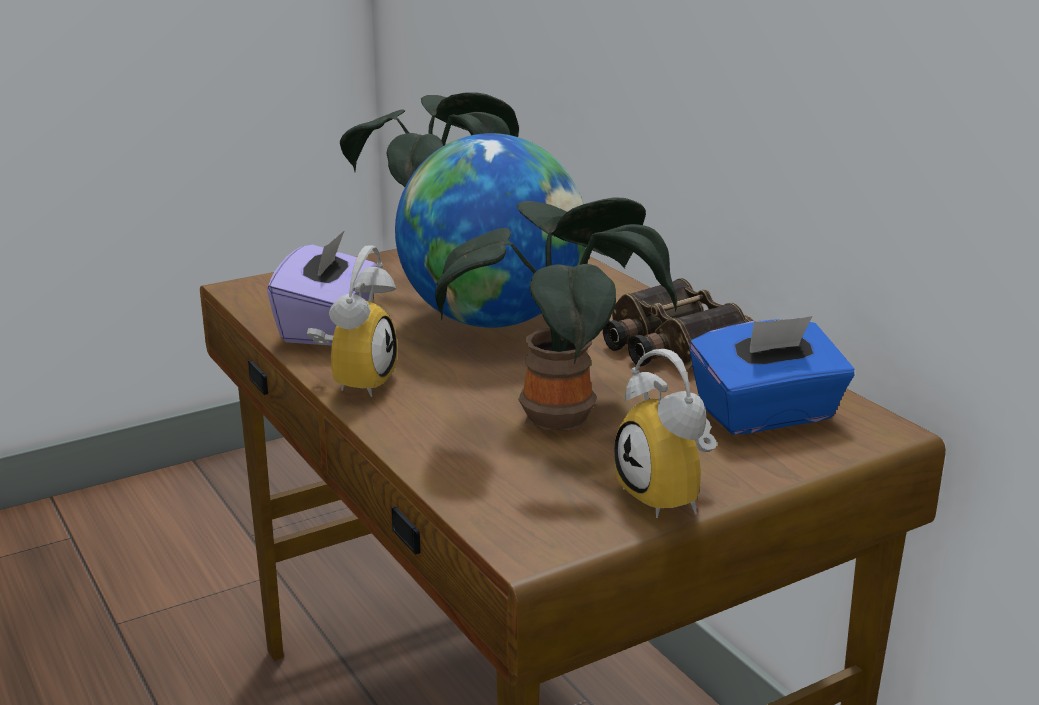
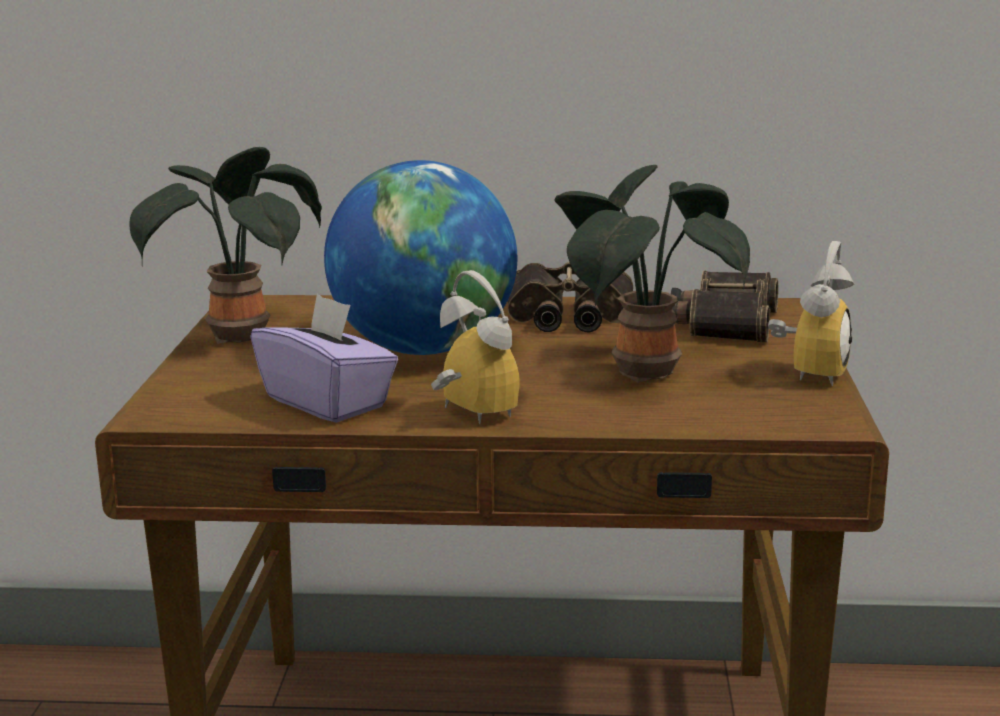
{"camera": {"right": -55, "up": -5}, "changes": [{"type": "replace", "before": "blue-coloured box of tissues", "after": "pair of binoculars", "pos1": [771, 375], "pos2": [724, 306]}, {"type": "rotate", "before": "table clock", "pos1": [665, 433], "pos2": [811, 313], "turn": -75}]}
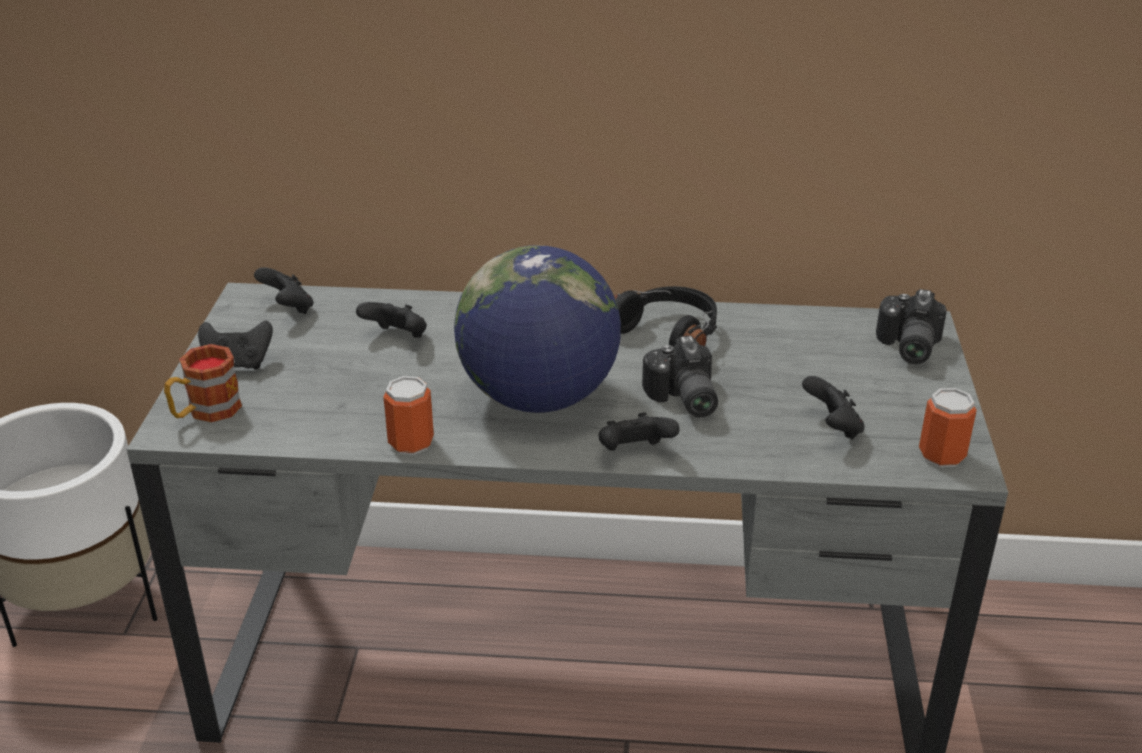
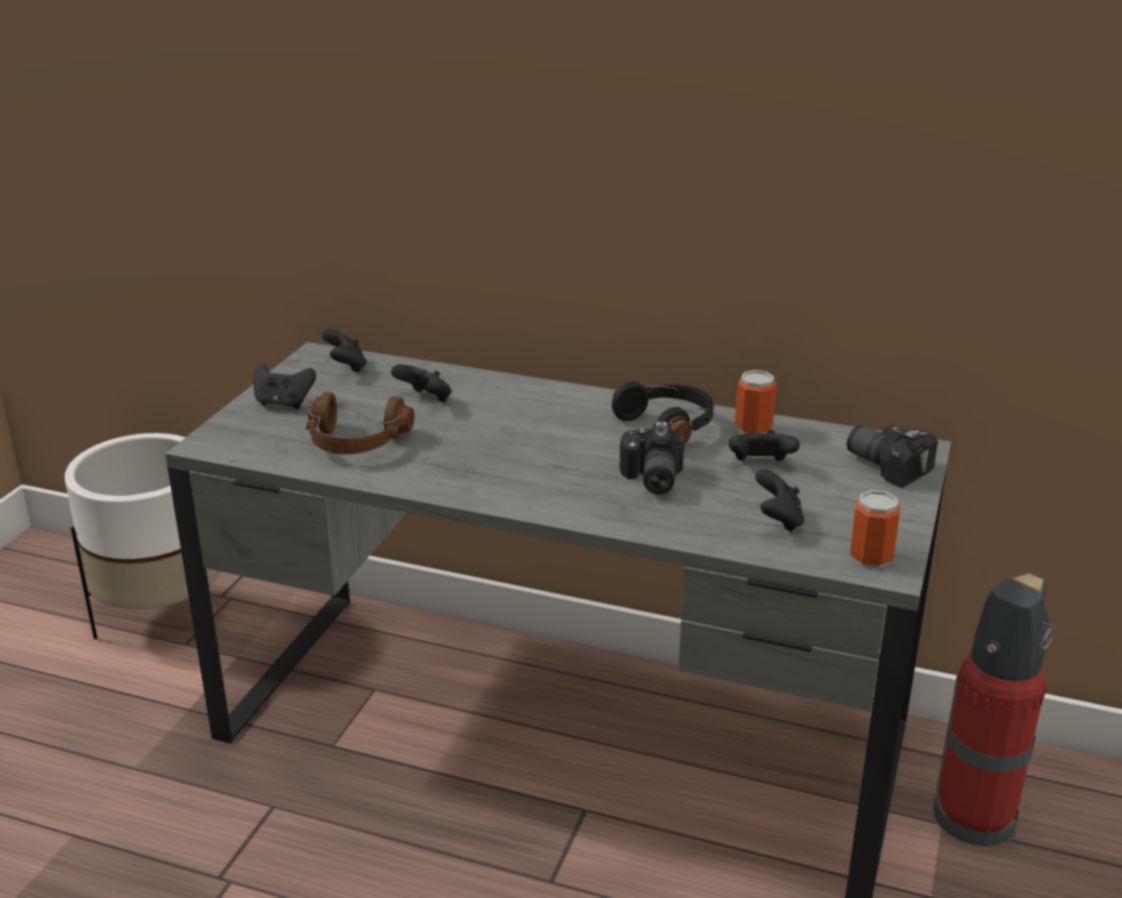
{"camera": {"right": 15, "up": -5}, "changes": [{"type": "delete", "before": "globe", "pos1": [537, 329]}, {"type": "rotate", "before": "still camera", "pos1": [911, 326], "pos2": [892, 456], "turn": 105}, {"type": "delete", "before": "mug", "pos1": [203, 383]}, {"type": "move", "before": "can", "pos1": [408, 415], "pos2": [756, 402]}, {"type": "move", "before": "blackish joypad", "pos1": [639, 431], "pos2": [764, 445]}, {"type": "insert", "after": "brown headset", "pos2": [360, 423]}, {"type": "insert", "after": "fire-fighting cylinder", "pos2": [994, 709]}]}
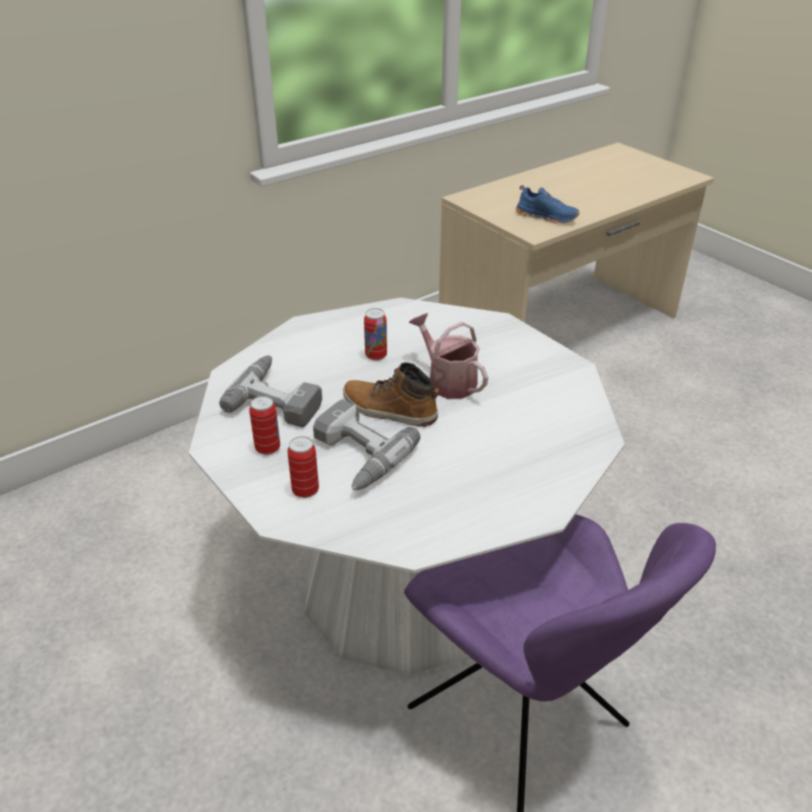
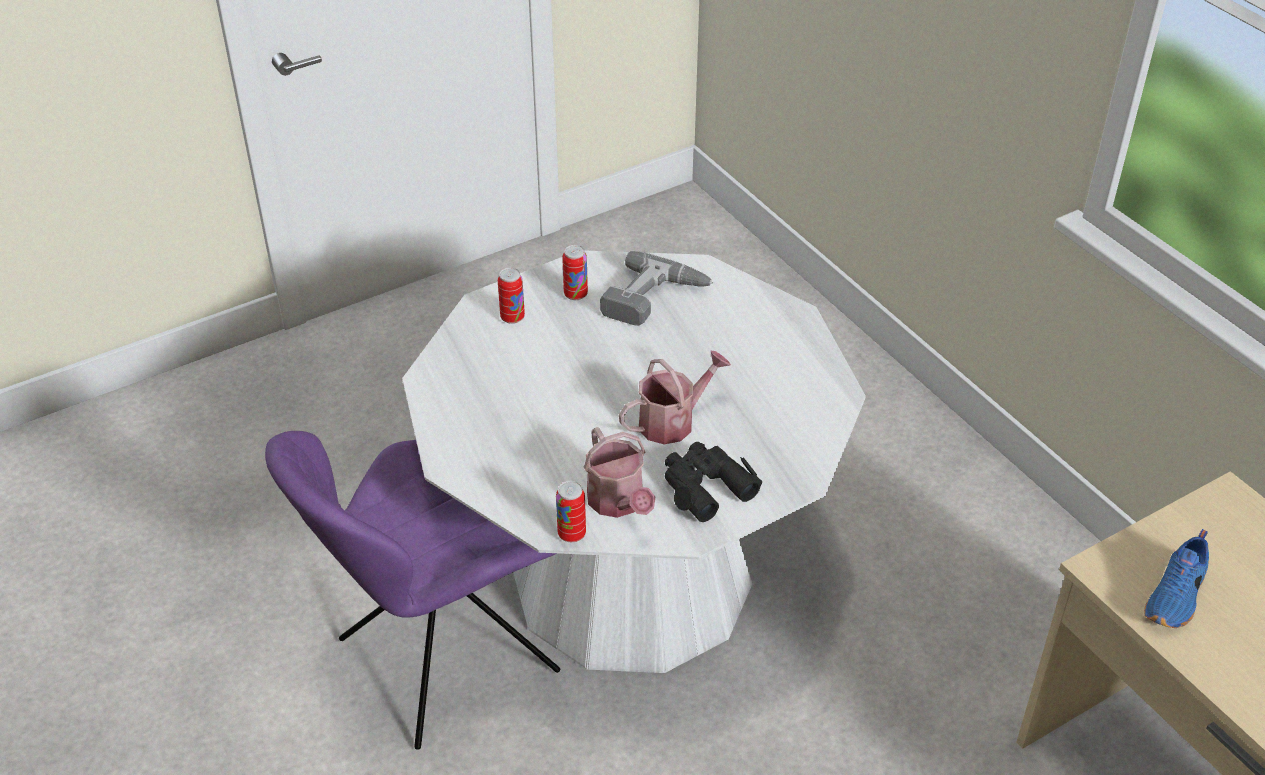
{"camera": {"right": 95, "up": 5}, "changes": [{"type": "move", "before": "can", "pos1": [375, 334], "pos2": [571, 511]}, {"type": "delete", "before": "boot", "pos1": [391, 394]}, {"type": "delete", "before": "power drill", "pos1": [366, 445]}, {"type": "insert", "after": "sprinkling can", "pos2": [619, 472]}, {"type": "insert", "after": "blackish pair of binoculars", "pos2": [714, 482]}]}
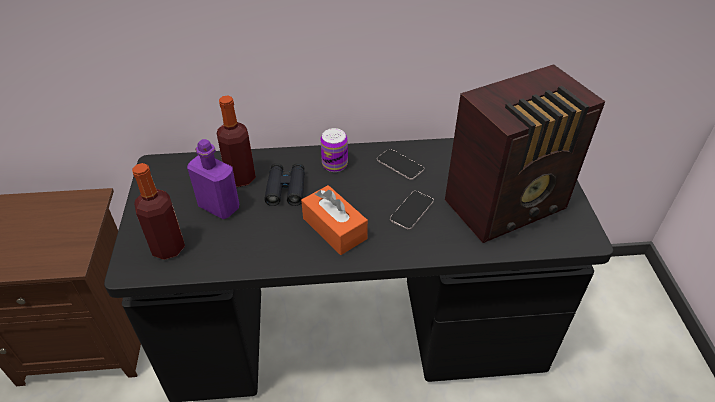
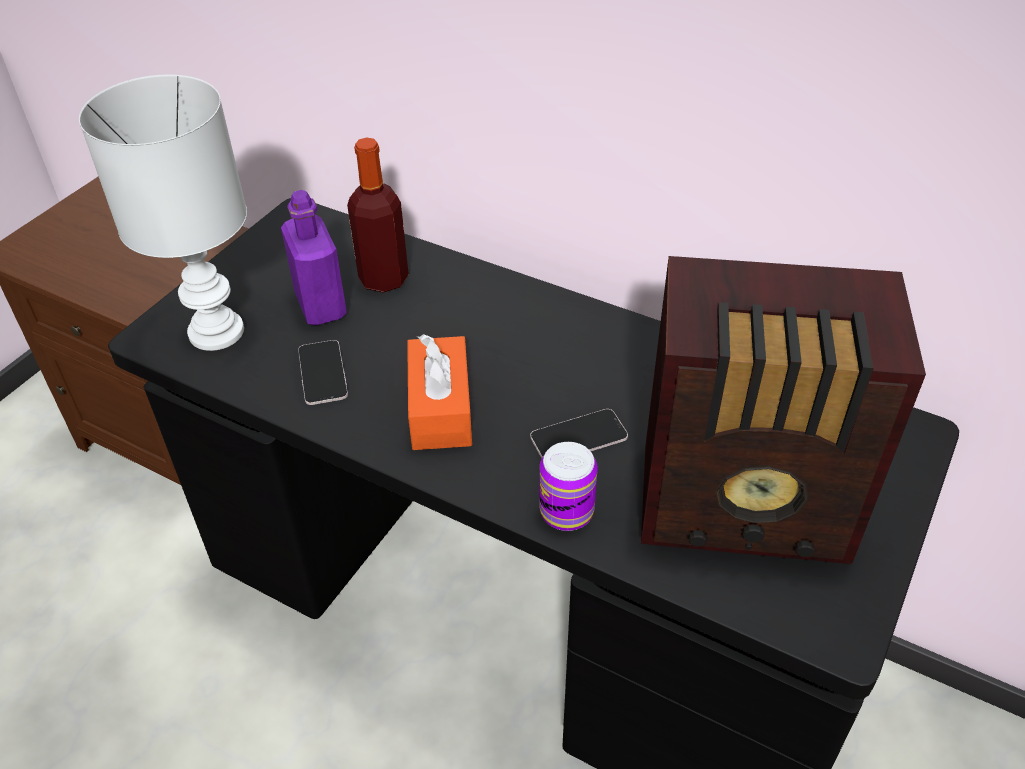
{"camera": {"right": 35, "up": 0}, "changes": [{"type": "move", "before": "can", "pos1": [334, 150], "pos2": [568, 486]}, {"type": "move", "before": "telephone", "pos1": [400, 164], "pos2": [323, 372]}, {"type": "replace", "before": "bottle", "after": "white-coloured lamp for a table", "pos1": [158, 211], "pos2": [163, 212]}, {"type": "delete", "before": "blackish pair of binoculars", "pos1": [285, 184]}]}
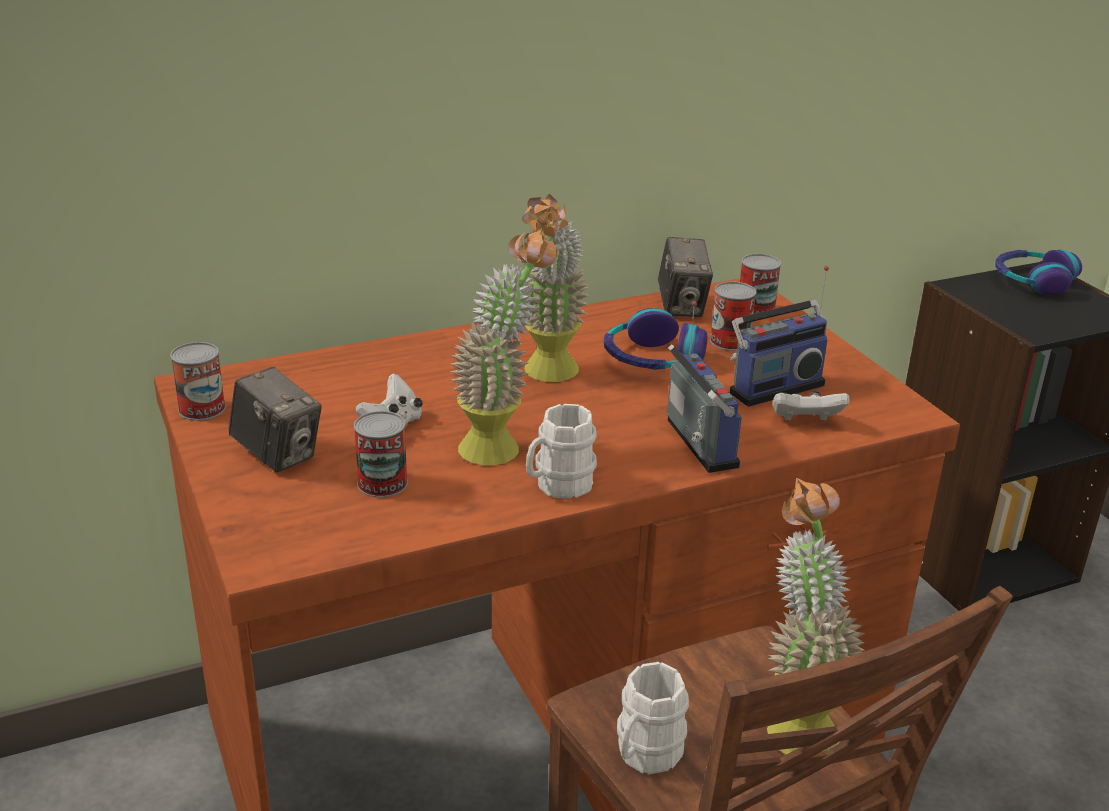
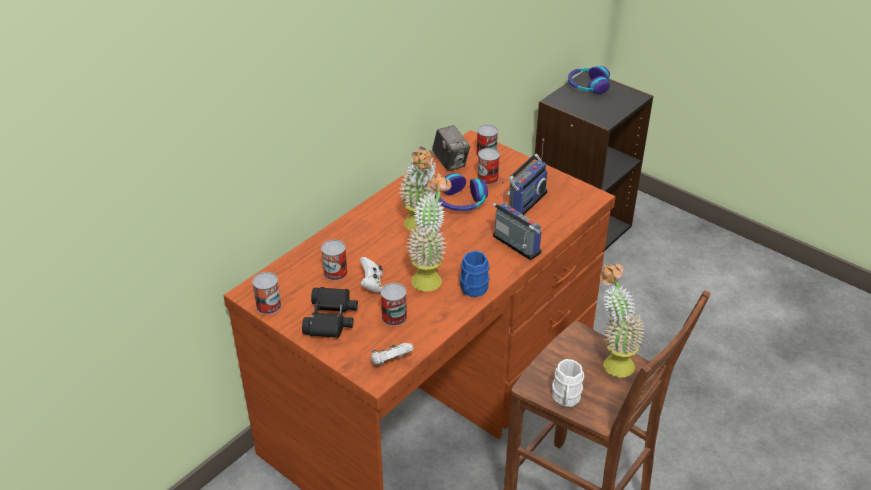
{"camera": {"right": -25, "up": 10}, "changes": [{"type": "replace", "before": "still camera", "after": "blackish pair of binoculars", "pos1": [275, 419], "pos2": [330, 312]}, {"type": "move", "before": "white-coloured joypad", "pos1": [811, 406], "pos2": [392, 354]}, {"type": "recolor", "before": "white-coloured mug", "after": "blue-coloured mug", "pos1": [561, 451], "pos2": [474, 274]}, {"type": "insert", "after": "can", "pos2": [334, 260]}]}
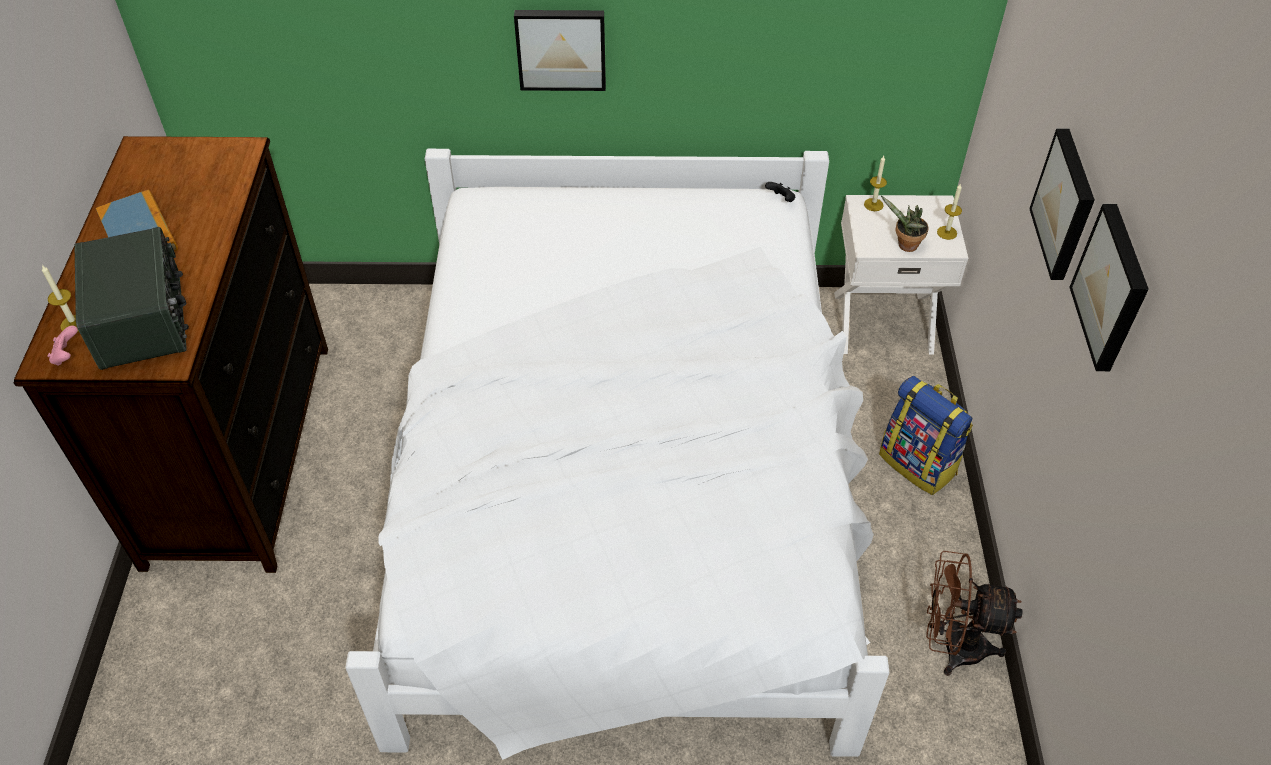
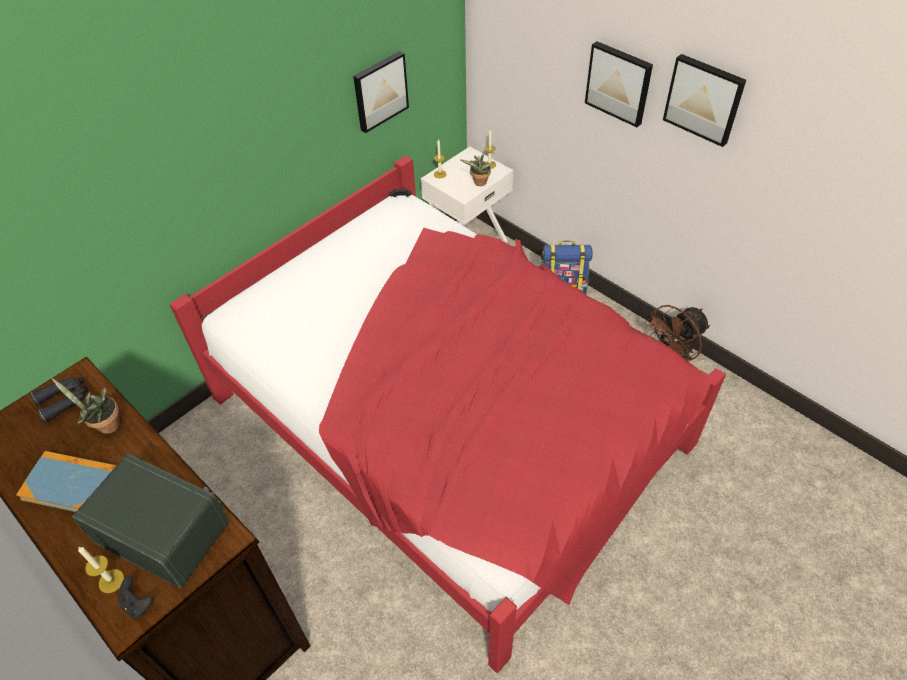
{"camera": {"right": -45, "up": 0}, "changes": [{"type": "move", "before": "picture", "pos1": [560, 50], "pos2": [381, 92]}, {"type": "recolor", "before": "white-coloured bed", "after": "red-coloured bed", "pos1": [617, 454], "pos2": [448, 414]}, {"type": "recolor", "before": "pink joypad", "after": "blackish joypad", "pos1": [63, 346], "pos2": [136, 597]}, {"type": "insert", "after": "blackish pair of binoculars", "pos2": [59, 399]}, {"type": "insert", "after": "potted plant", "pos2": [86, 406]}]}
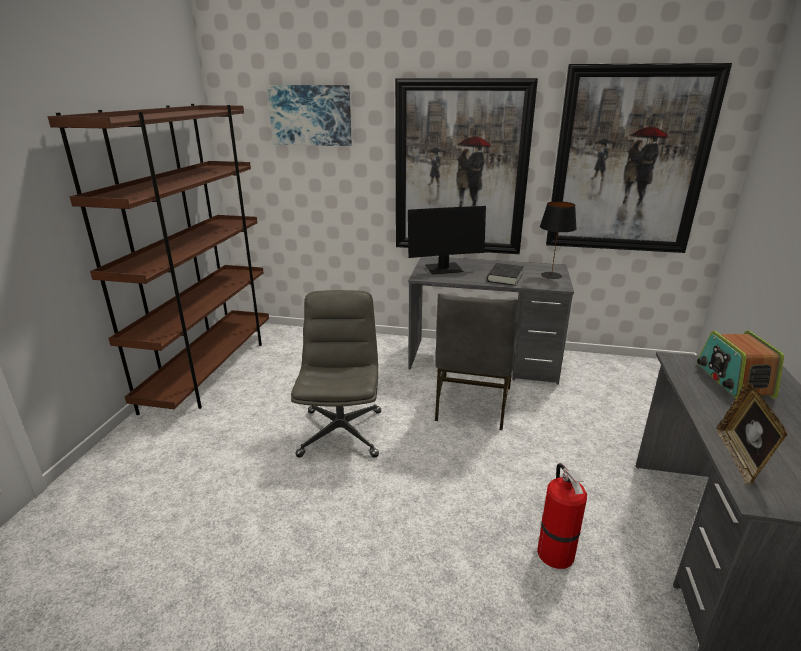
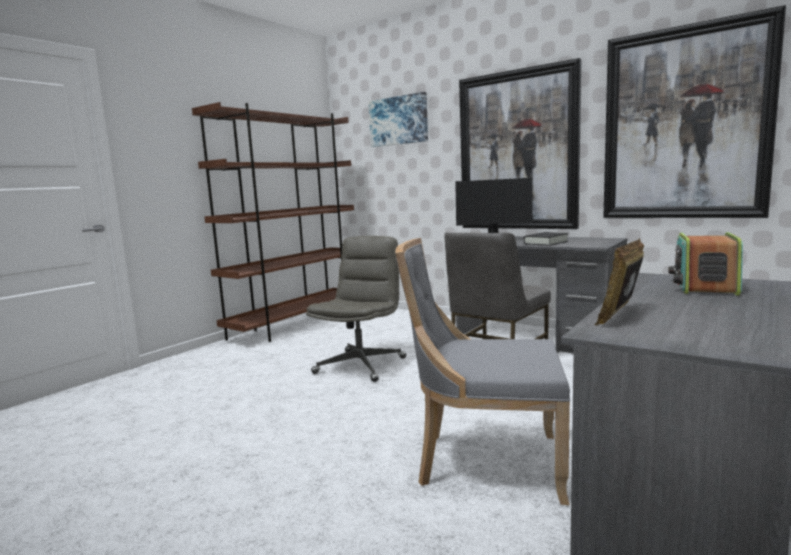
{"camera": {"right": 25, "up": -15}, "changes": [{"type": "delete", "before": "blackish lamp for a table", "pos1": [558, 240]}, {"type": "replace", "before": "fire-fighting cylinder", "after": "greyish chair", "pos1": [562, 516], "pos2": [482, 371]}]}
